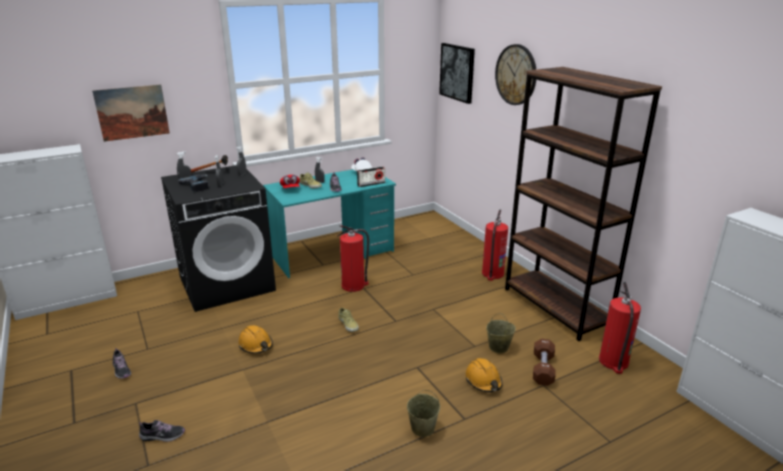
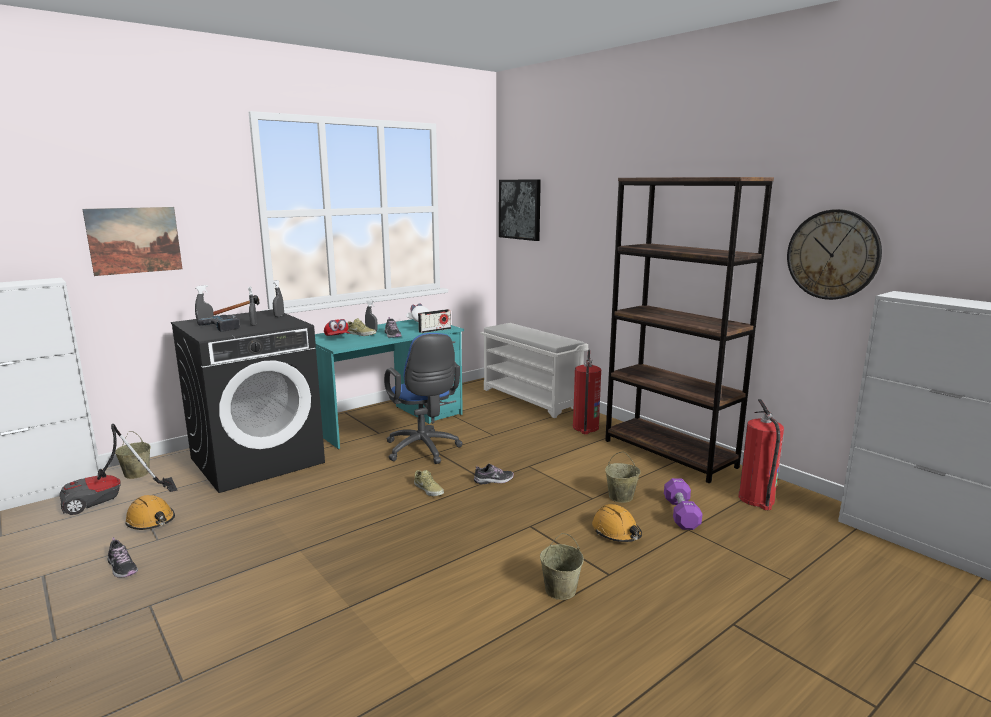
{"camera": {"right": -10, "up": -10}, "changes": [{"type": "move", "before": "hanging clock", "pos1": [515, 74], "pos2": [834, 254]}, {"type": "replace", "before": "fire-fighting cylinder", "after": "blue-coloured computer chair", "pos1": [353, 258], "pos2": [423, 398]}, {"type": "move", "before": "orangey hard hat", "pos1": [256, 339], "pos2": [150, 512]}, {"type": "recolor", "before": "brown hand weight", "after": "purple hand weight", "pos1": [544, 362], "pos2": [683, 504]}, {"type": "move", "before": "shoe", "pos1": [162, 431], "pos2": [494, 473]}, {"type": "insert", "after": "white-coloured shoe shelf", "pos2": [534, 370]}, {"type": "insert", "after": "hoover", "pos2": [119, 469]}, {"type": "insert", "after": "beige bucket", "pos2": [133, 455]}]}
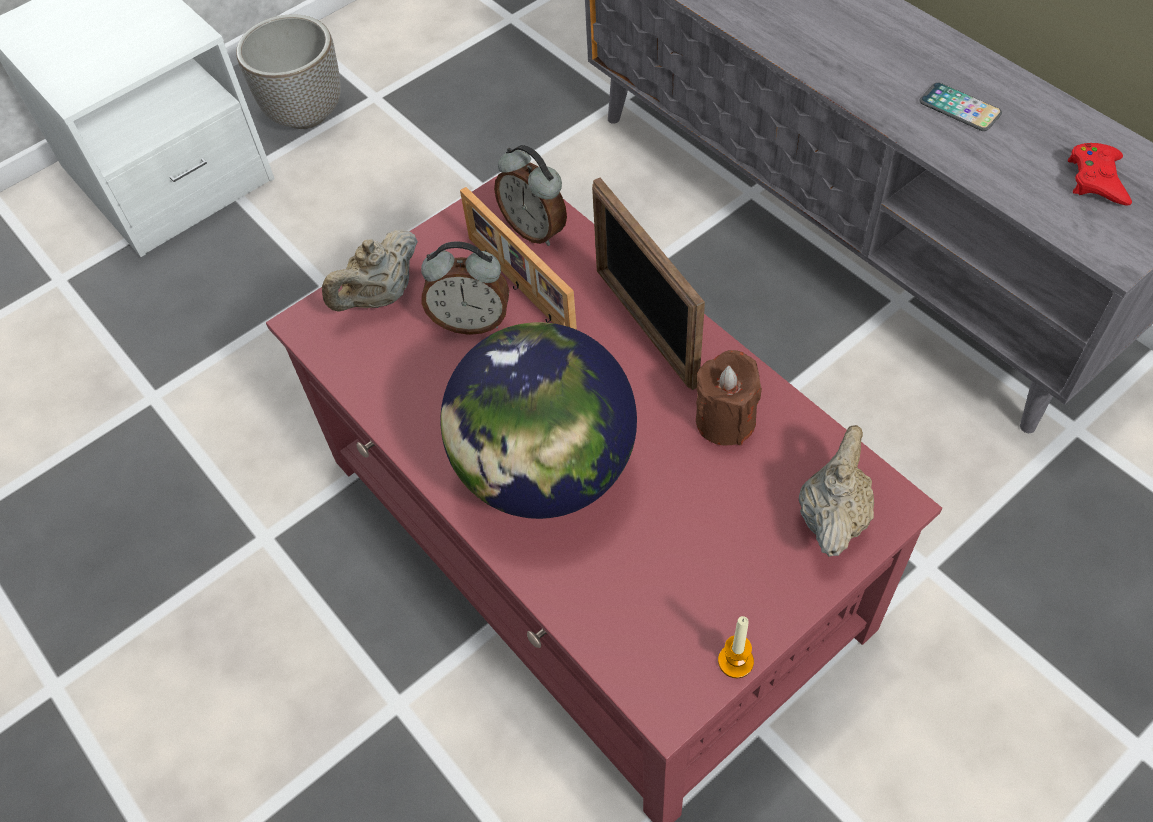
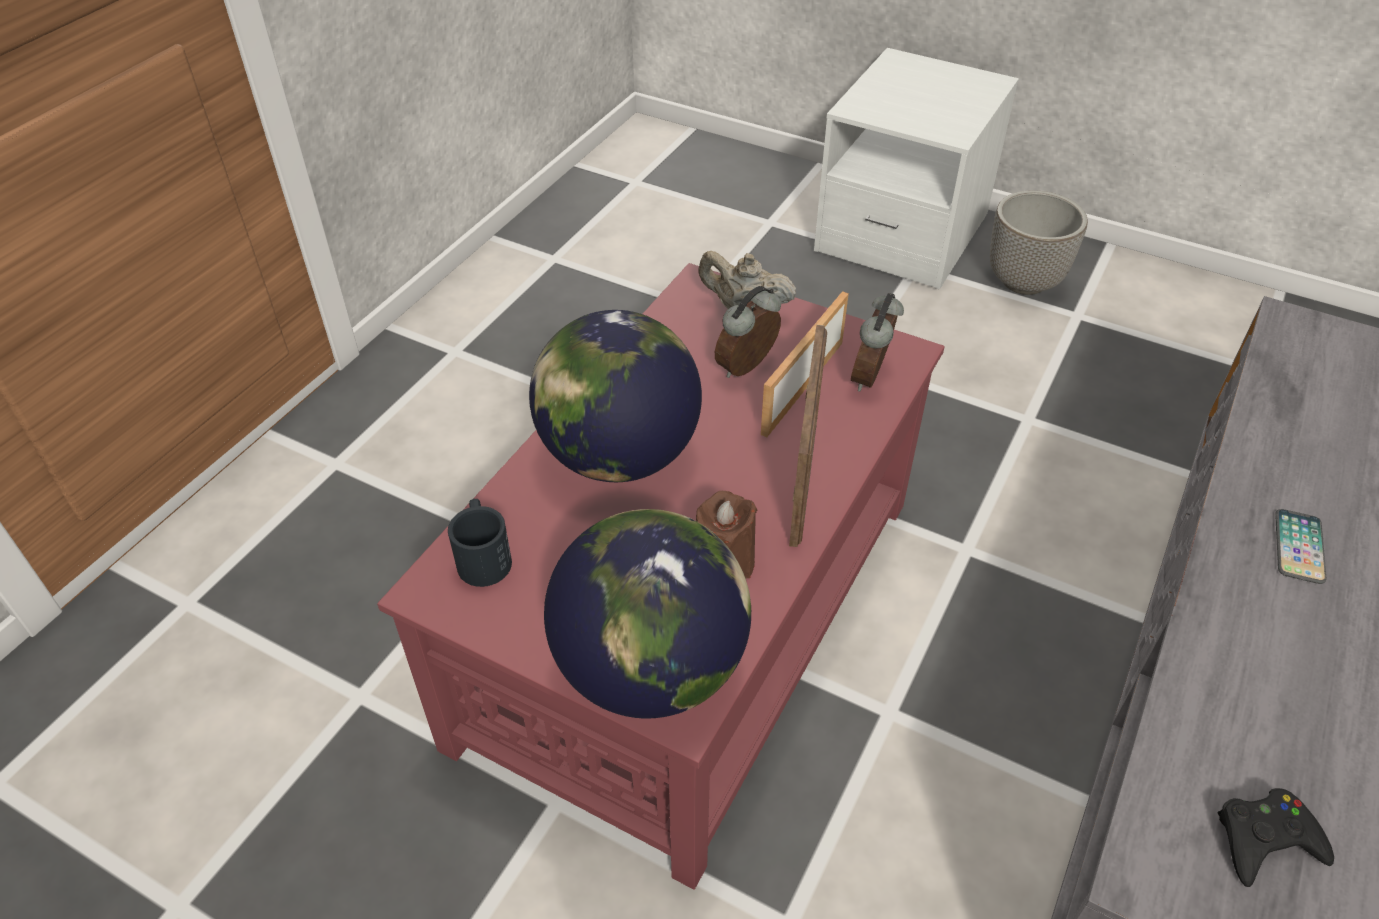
{"camera": {"right": 65, "up": -10}, "changes": [{"type": "move", "before": "telephone", "pos1": [961, 106], "pos2": [1300, 546]}, {"type": "recolor", "before": "red-coloured joypad", "after": "blackish joypad", "pos1": [1100, 174], "pos2": [1276, 837]}, {"type": "rotate", "before": "photo frame", "pos1": [648, 284], "pos2": [808, 436], "turn": 150}, {"type": "rotate", "before": "table clock", "pos1": [465, 288], "pos2": [748, 332], "turn": 60}, {"type": "replace", "before": "beige teapot", "after": "globe", "pos1": [836, 491], "pos2": [647, 614]}, {"type": "delete", "before": "wax light", "pos1": [736, 647]}, {"type": "insert", "after": "blackish mug", "pos2": [480, 543]}]}
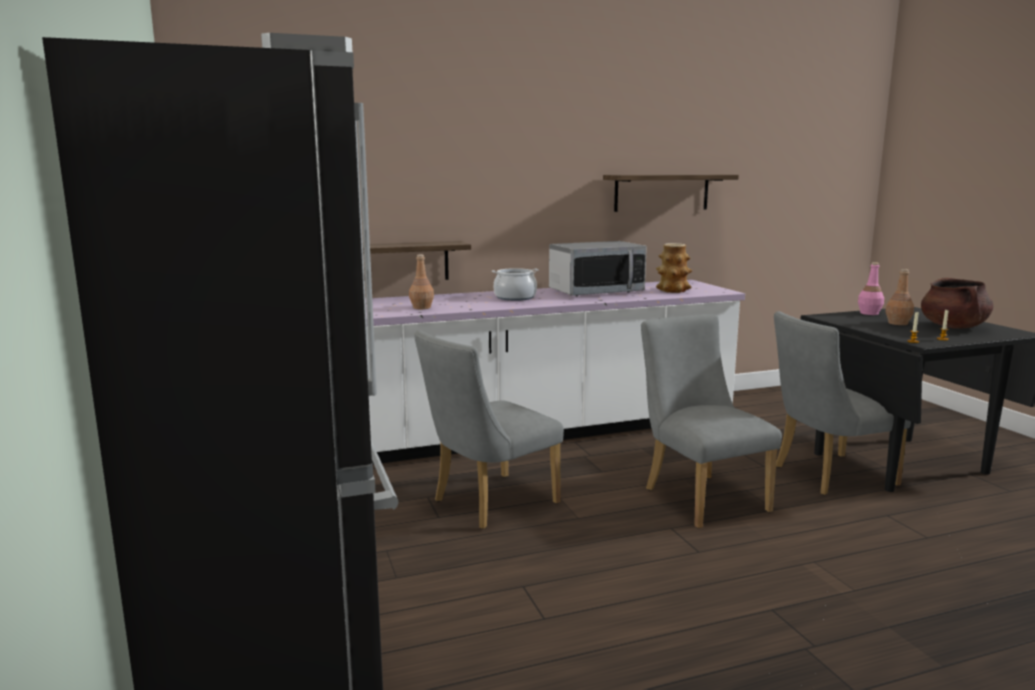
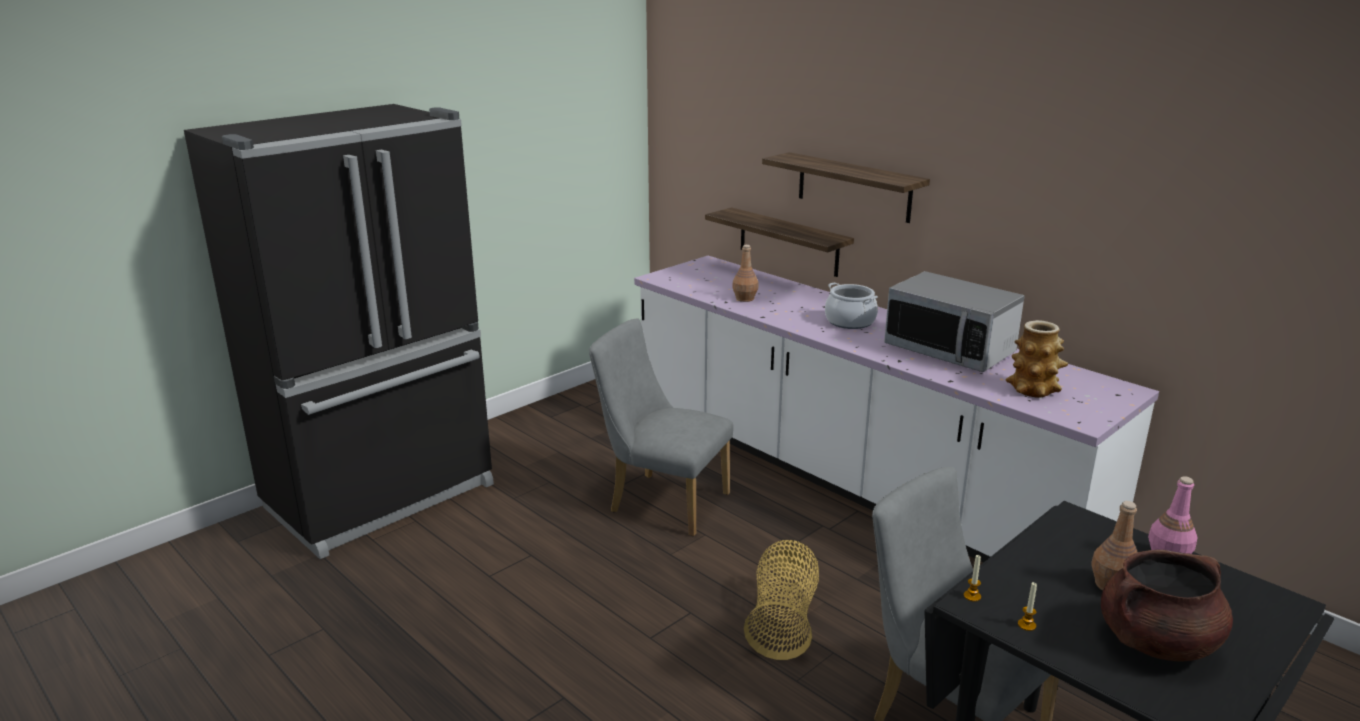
{"camera": {"right": 65, "up": 10}, "changes": [{"type": "move", "before": "shelf", "pos1": [671, 193], "pos2": [846, 187]}, {"type": "replace", "before": "greyish chair", "after": "storage basket", "pos1": [711, 421], "pos2": [781, 600]}]}
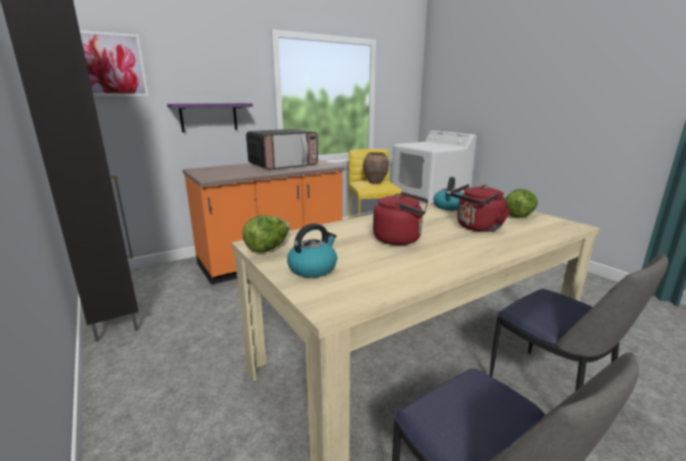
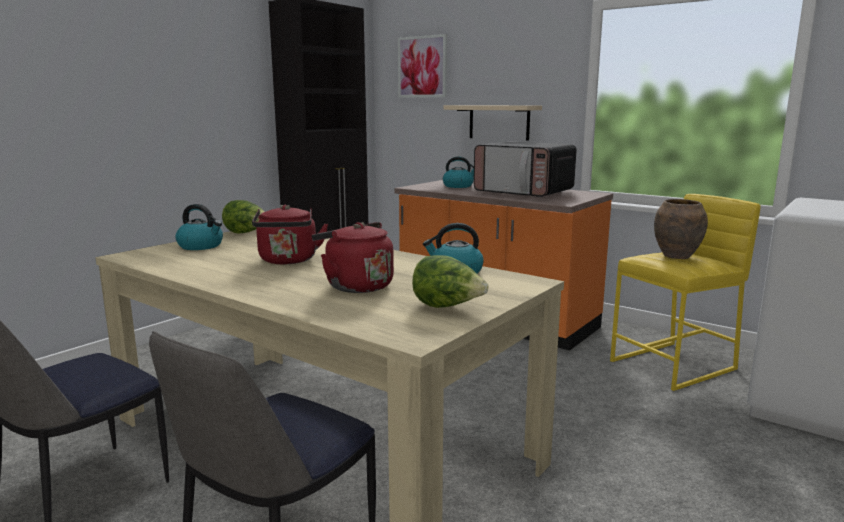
{"camera": {"right": 70, "up": -5}, "changes": [{"type": "recolor", "before": "purple shelf", "after": "beige shelf", "pos1": [210, 117], "pos2": [492, 123]}, {"type": "insert", "after": "kettle", "pos2": [458, 172]}]}
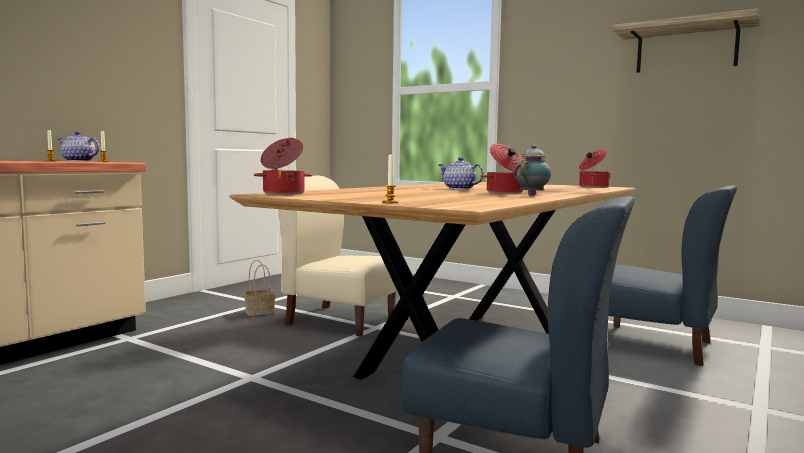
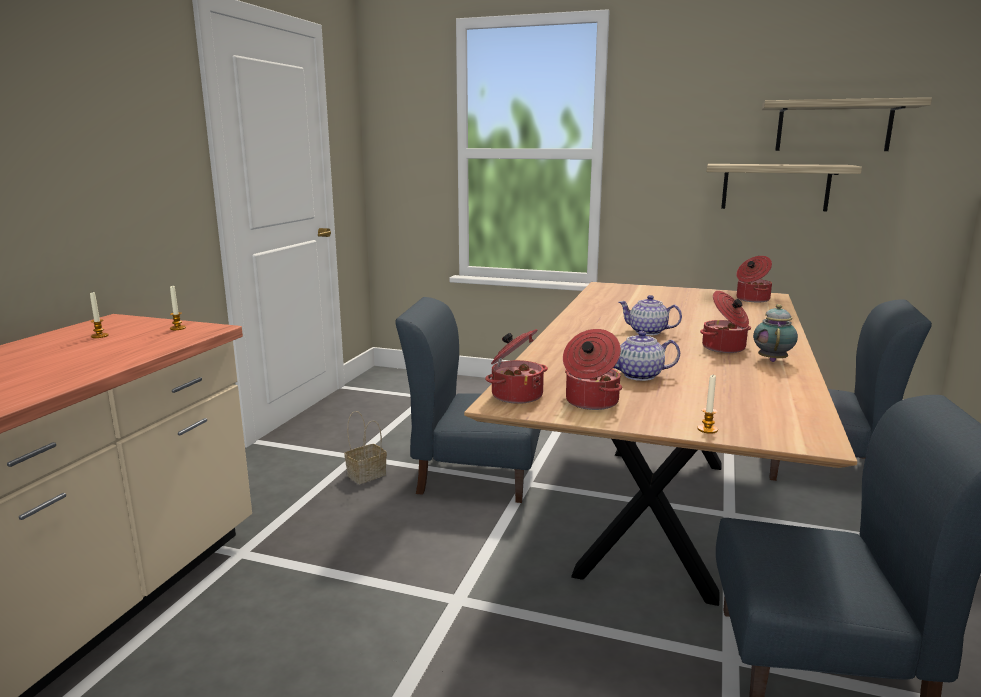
{"camera": {"right": -15, "up": 10}, "changes": [{"type": "move", "before": "teapot", "pos1": [78, 146], "pos2": [646, 356]}, {"type": "recolor", "before": "beige chair", "after": "blue-coloured chair", "pos1": [337, 256], "pos2": [468, 400]}, {"type": "insert", "after": "shelf", "pos2": [784, 187]}, {"type": "insert", "after": "stockpot", "pos2": [592, 369]}]}
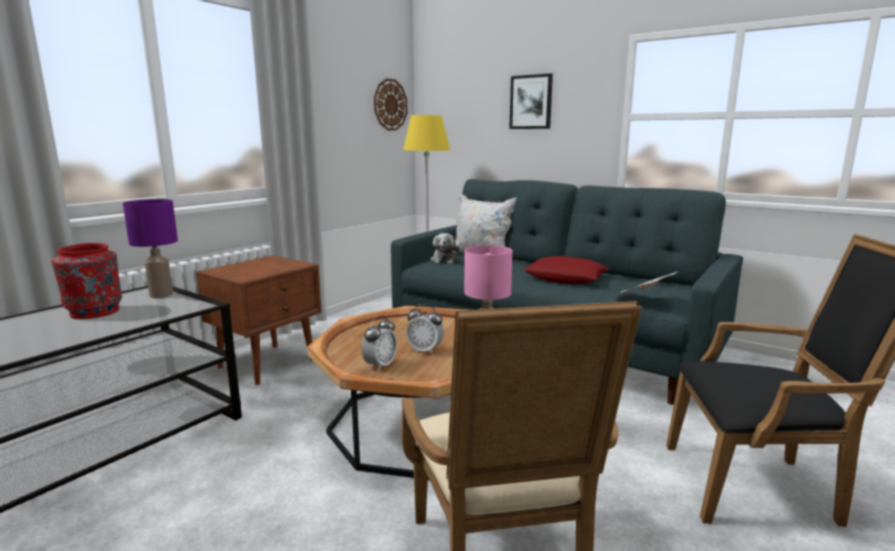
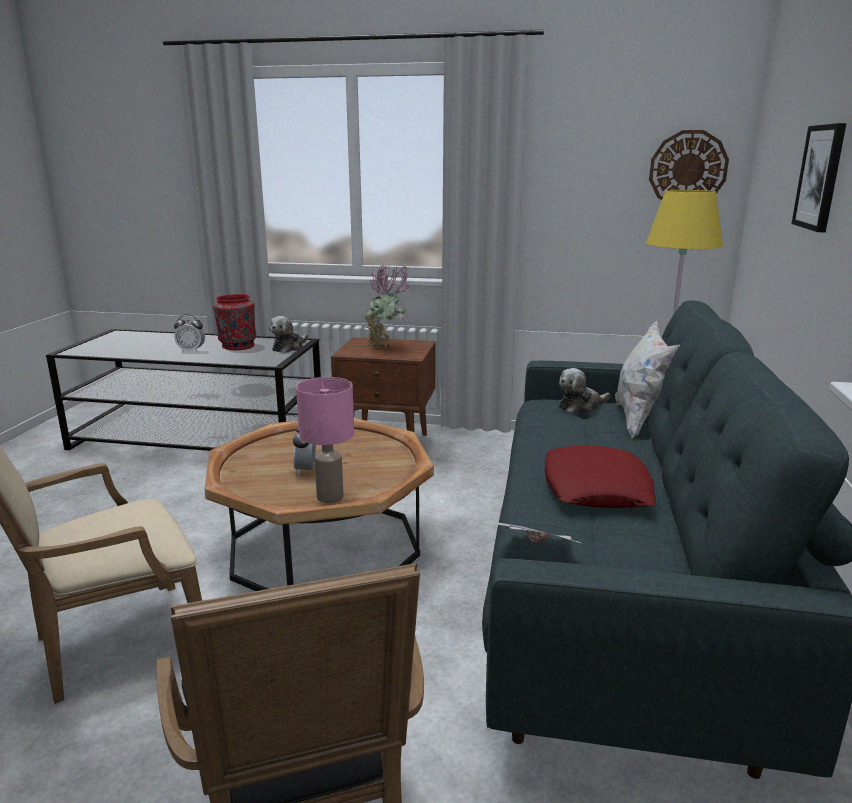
{"camera": {"right": 65, "up": 5}, "changes": [{"type": "replace", "before": "purple lamp for a table", "after": "soft toy", "pos1": [150, 248], "pos2": [288, 334]}, {"type": "move", "before": "table clock", "pos1": [379, 343], "pos2": [189, 333]}, {"type": "insert", "after": "potted plant", "pos2": [385, 306]}]}
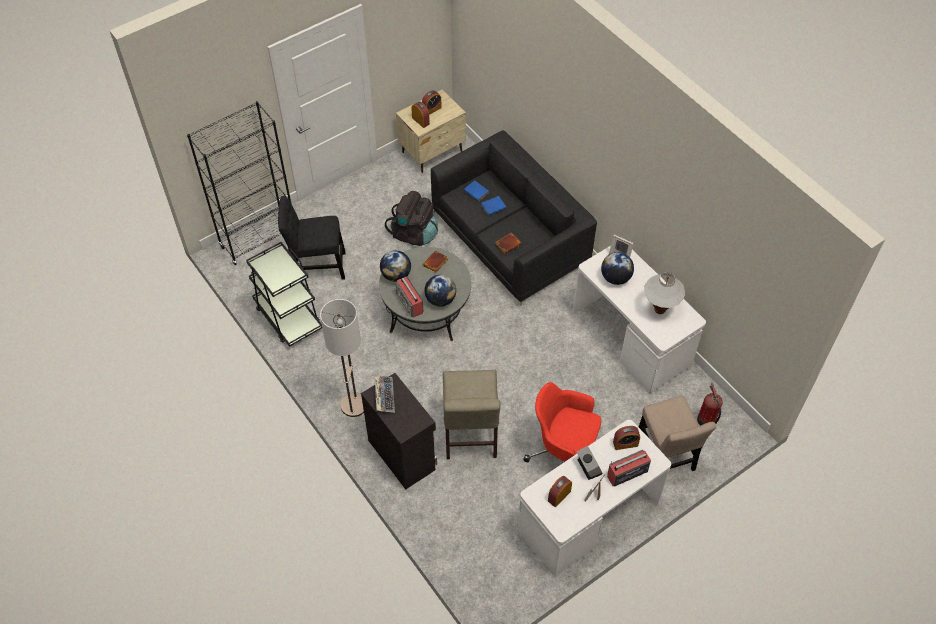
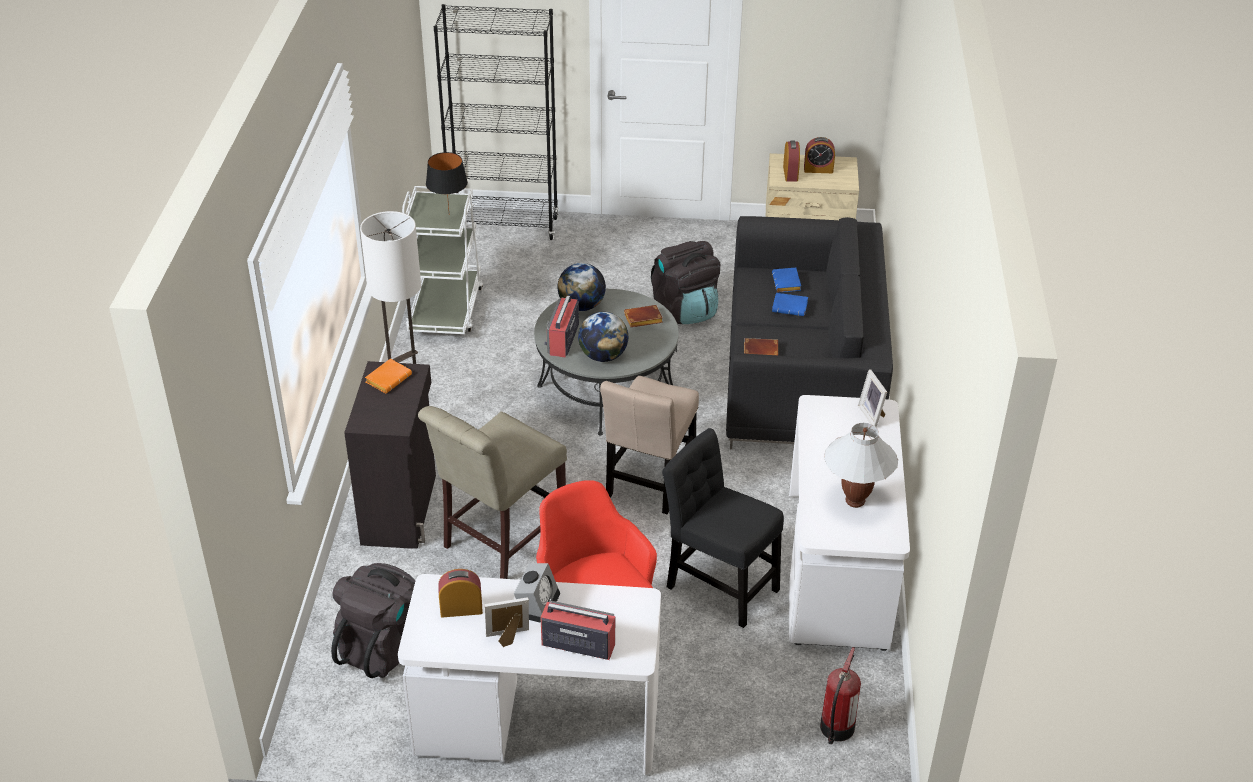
{"camera": {"right": 40, "up": -15}, "changes": [{"type": "move", "before": "blackish chair", "pos1": [312, 238], "pos2": [723, 528]}, {"type": "recolor", "before": "blackish wheeled cart", "after": "white-coloured wheeled cart", "pos1": [284, 294], "pos2": [442, 260]}, {"type": "delete", "before": "globe", "pos1": [617, 268]}, {"type": "replace", "before": "PC keyboard", "after": "orangey book", "pos1": [385, 394], "pos2": [388, 376]}, {"type": "move", "before": "beige chair", "pos1": [677, 433], "pos2": [649, 445]}, {"type": "delete", "before": "table clock", "pos1": [626, 438]}, {"type": "insert", "after": "blackish lamp for a table", "pos2": [447, 181]}, {"type": "insert", "after": "blackish rucksack", "pos2": [373, 620]}]}
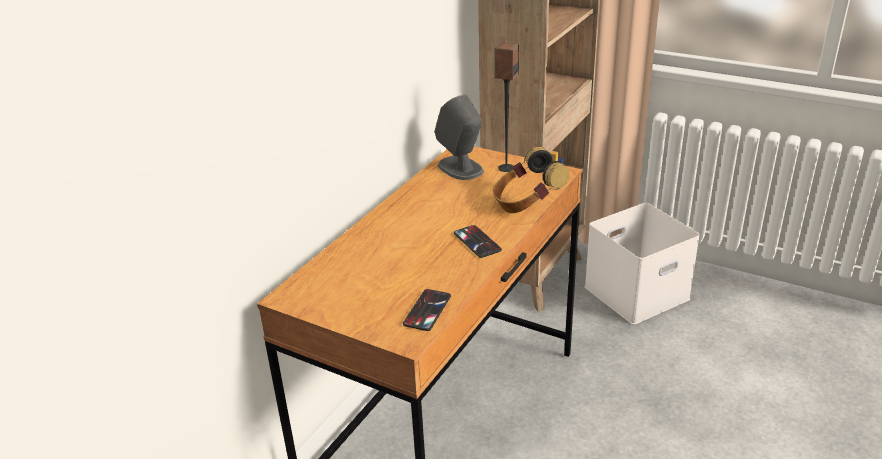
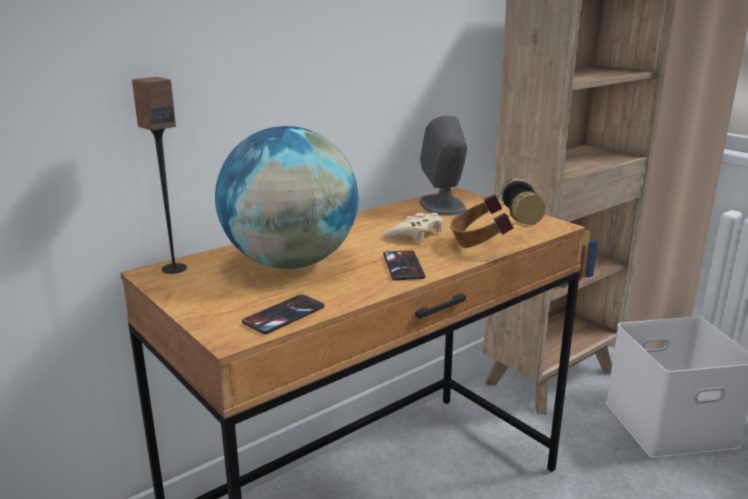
{"camera": {"right": 20, "up": -10}, "changes": [{"type": "move", "before": "loudspeaker", "pos1": [507, 107], "pos2": [159, 175]}, {"type": "insert", "after": "globe", "pos2": [287, 197]}, {"type": "insert", "after": "beige joypad", "pos2": [413, 227]}]}
